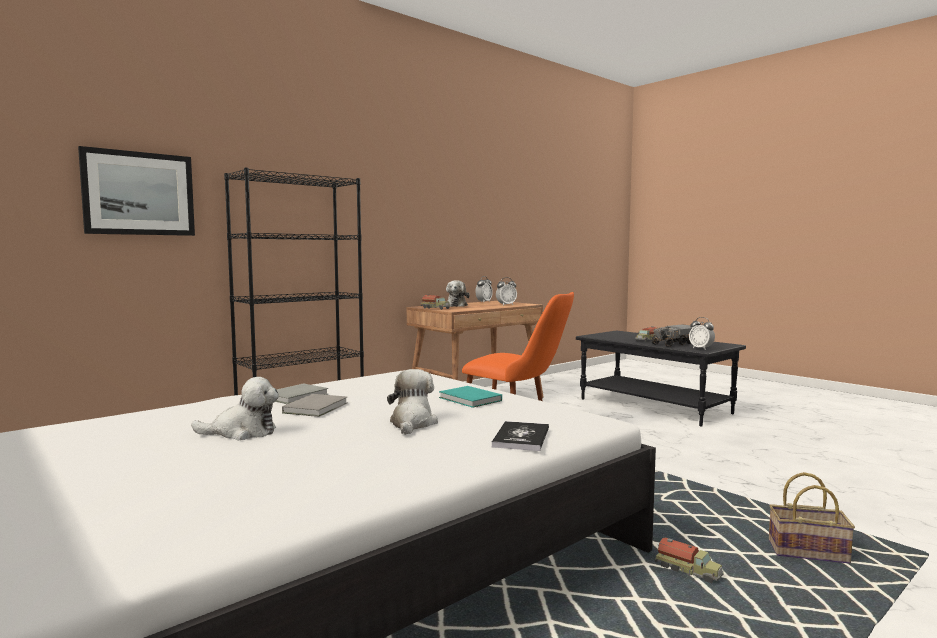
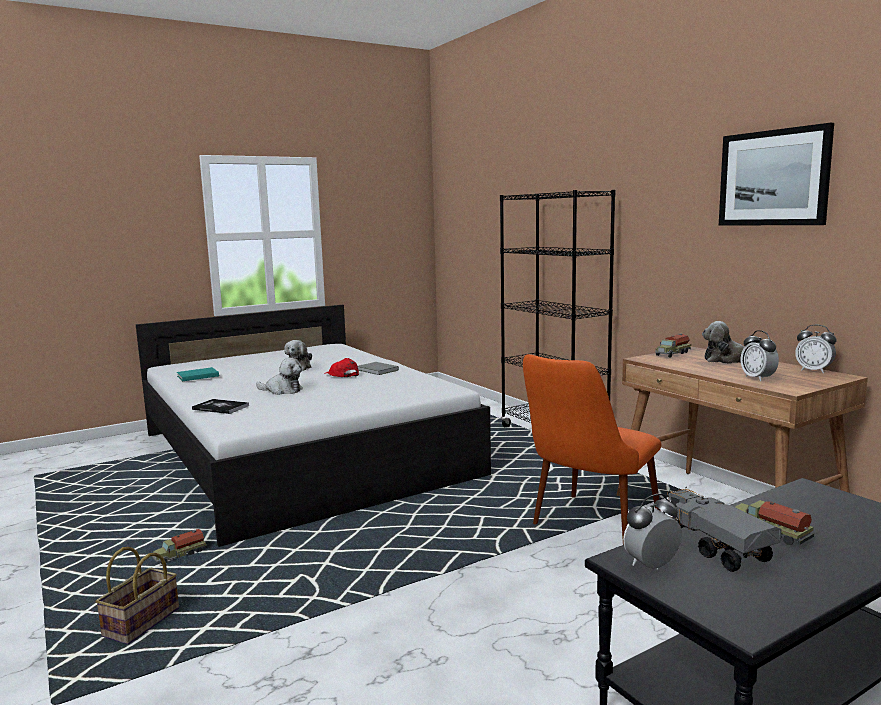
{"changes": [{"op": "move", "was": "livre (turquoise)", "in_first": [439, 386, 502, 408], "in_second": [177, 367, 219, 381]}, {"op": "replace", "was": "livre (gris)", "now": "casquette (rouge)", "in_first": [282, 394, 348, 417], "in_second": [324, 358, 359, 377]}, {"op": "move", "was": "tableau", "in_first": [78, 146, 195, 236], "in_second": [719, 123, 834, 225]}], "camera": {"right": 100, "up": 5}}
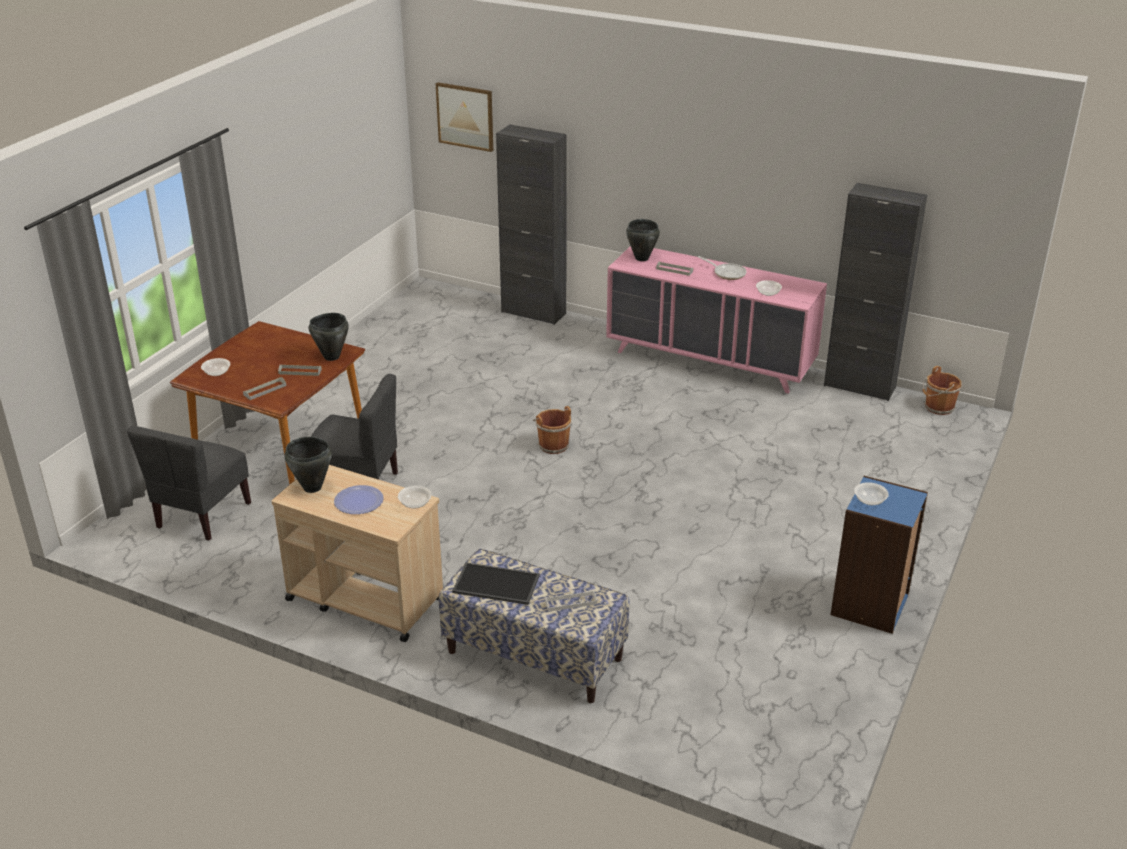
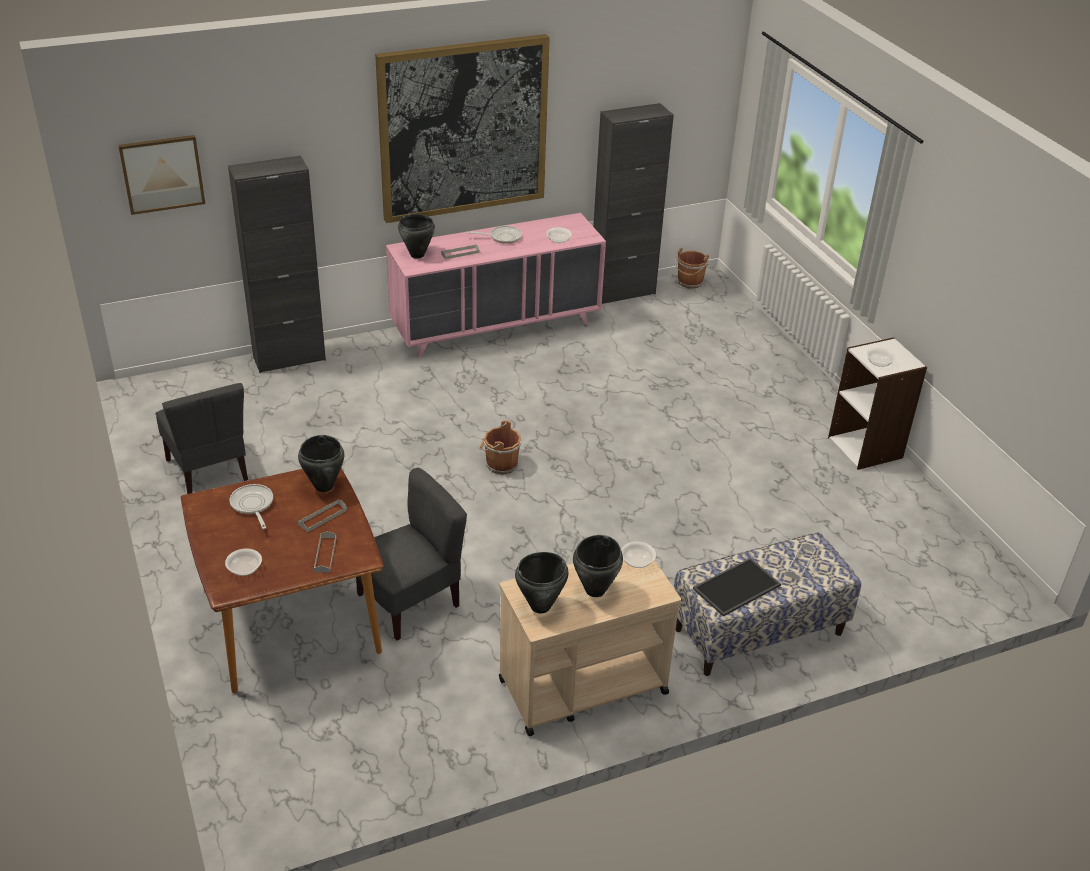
{"changes": [{"op": "move", "was": "chaise (gris)", "in_first": [127, 426, 251, 541], "in_second": [155, 383, 248, 494]}, {"op": "insert", "now": "poêle", "in_second": [229, 484, 273, 529]}, {"op": "insert", "now": "tableau", "in_second": [375, 34, 550, 223]}, {"op": "replace", "was": "assiette", "now": "marmite (noir)", "in_first": [334, 485, 384, 514], "in_second": [573, 535, 623, 597]}, {"op": "recolor", "was": "bibliothèque (bleu)", "now": "bibliothèque (blanc)", "in_first": [830, 476, 928, 634], "in_second": [828, 337, 927, 470]}], "camera": {"right": -50, "up": 5}}
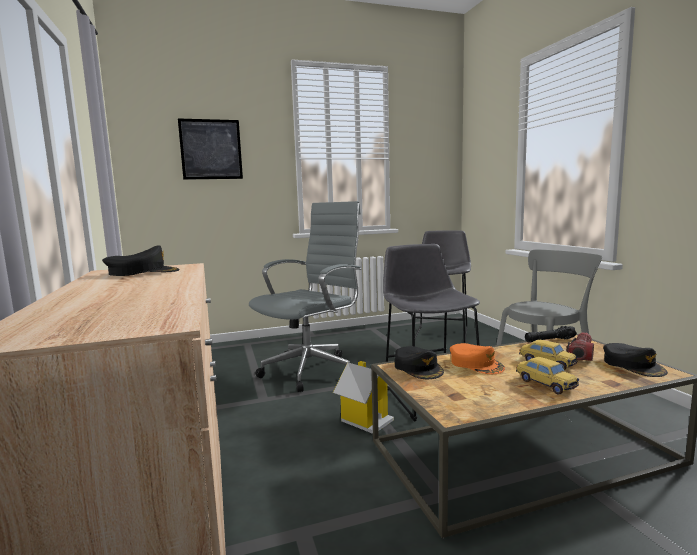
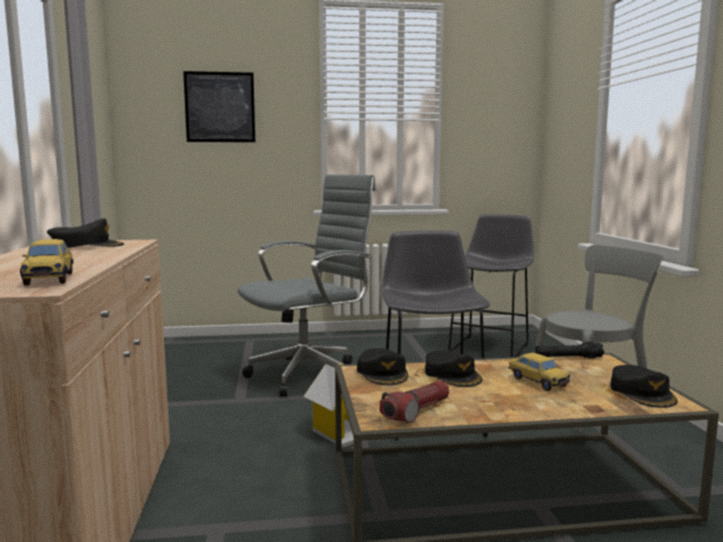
{"changes": [{"op": "move", "was": "petite voiture", "in_first": [516, 357, 579, 395], "in_second": [20, 239, 73, 286]}, {"op": "move", "was": "lampe de poche", "in_first": [567, 332, 594, 361], "in_second": [380, 381, 449, 423]}, {"op": "recolor", "was": "casquette (orange)", "now": "casquette (noir)", "in_first": [450, 343, 505, 374], "in_second": [425, 350, 483, 387]}], "camera": {"right": 10, "up": 0}}
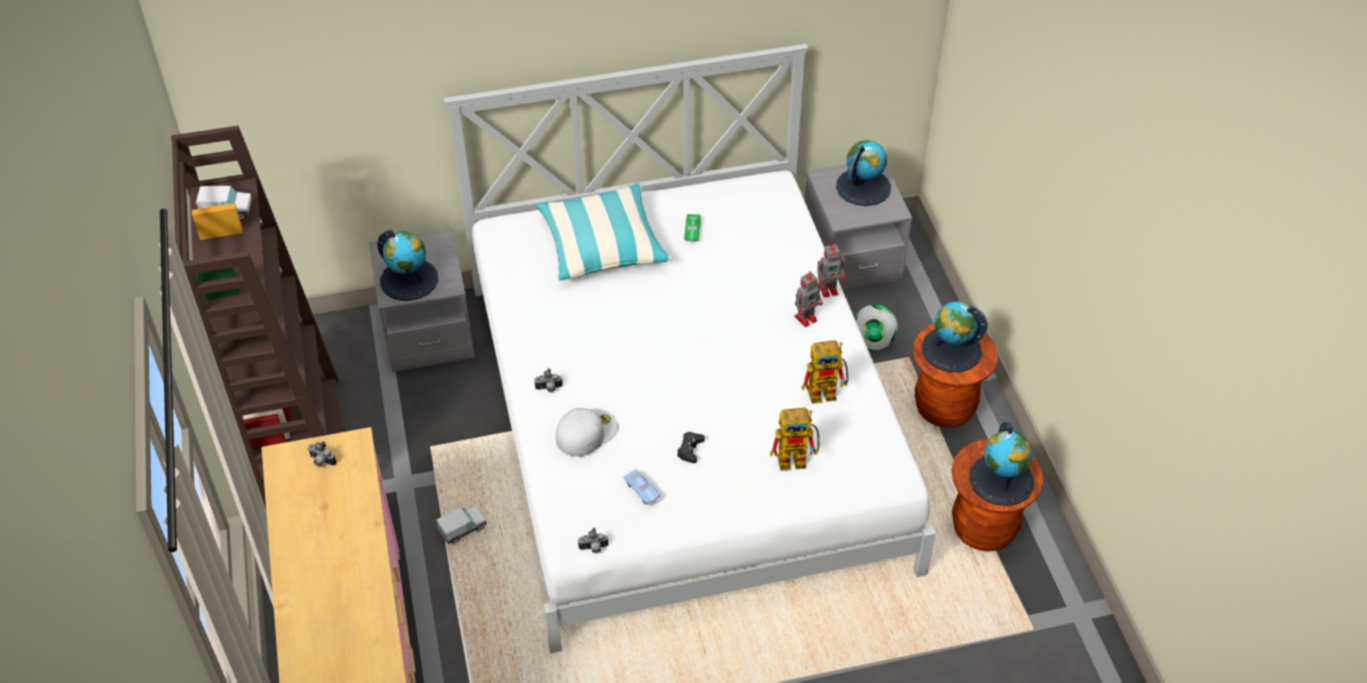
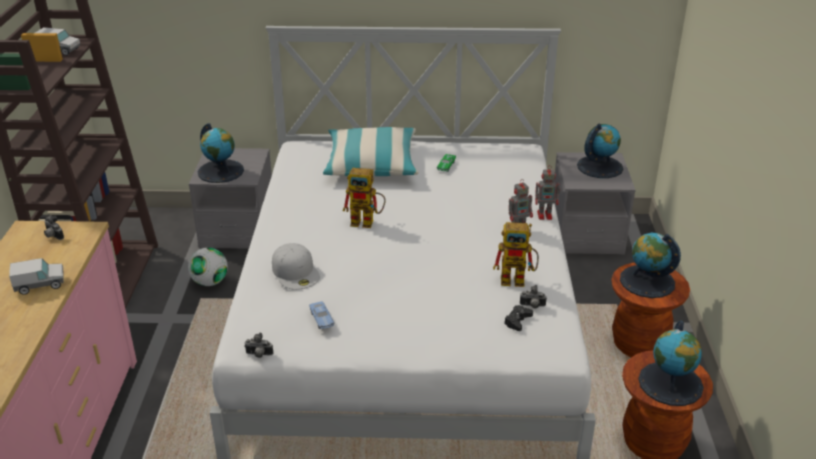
{"changes": [{"op": "move", "was": "camion jouet", "in_first": [436, 506, 486, 544], "in_second": [9, 258, 64, 295]}, {"op": "move", "was": "ballon de foot", "in_first": [854, 305, 898, 350], "in_second": [188, 248, 228, 286]}, {"op": "rotate", "was": "casquette (blanc)", "in_first": [556, 408, 618, 457], "in_second": [272, 243, 320, 290], "clockwise": 90}, {"op": "move", "was": "robot jouet", "in_first": [770, 408, 819, 471], "in_second": [343, 168, 386, 228]}, {"op": "move", "was": "manette (noir)", "in_first": [677, 432, 705, 463], "in_second": [504, 305, 533, 331]}, {"op": "move", "was": "appareil photo", "in_first": [534, 368, 563, 392], "in_second": [520, 285, 547, 309]}], "camera": {"right": 15, "up": -15}}
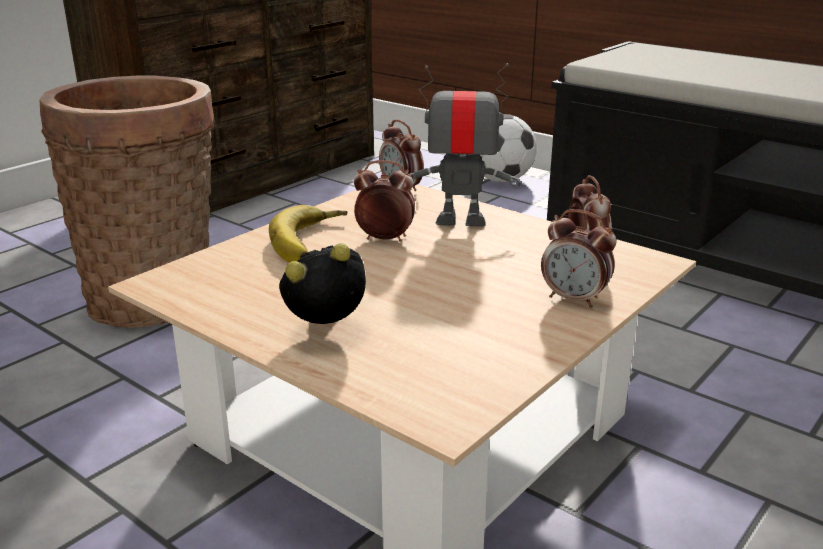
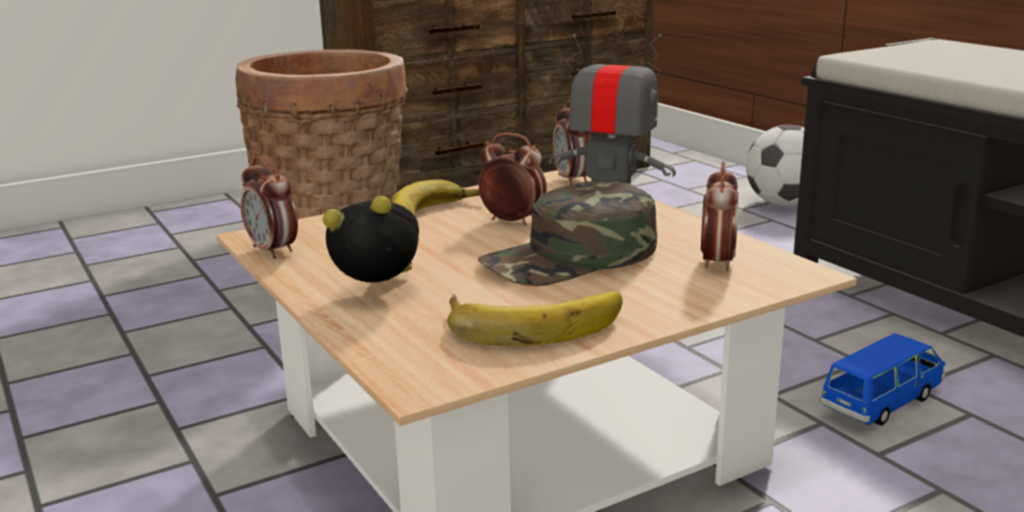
{"changes": [{"op": "move", "was": "réveil", "in_first": [541, 209, 617, 308], "in_second": [240, 156, 298, 259]}, {"op": "insert", "now": "banane", "in_second": [447, 291, 623, 346]}, {"op": "insert", "now": "casquette (vert)", "in_second": [478, 181, 657, 286]}, {"op": "insert", "now": "petite voiture (bleu)", "in_second": [820, 333, 945, 425]}], "camera": {"right": 20, "up": -5}}
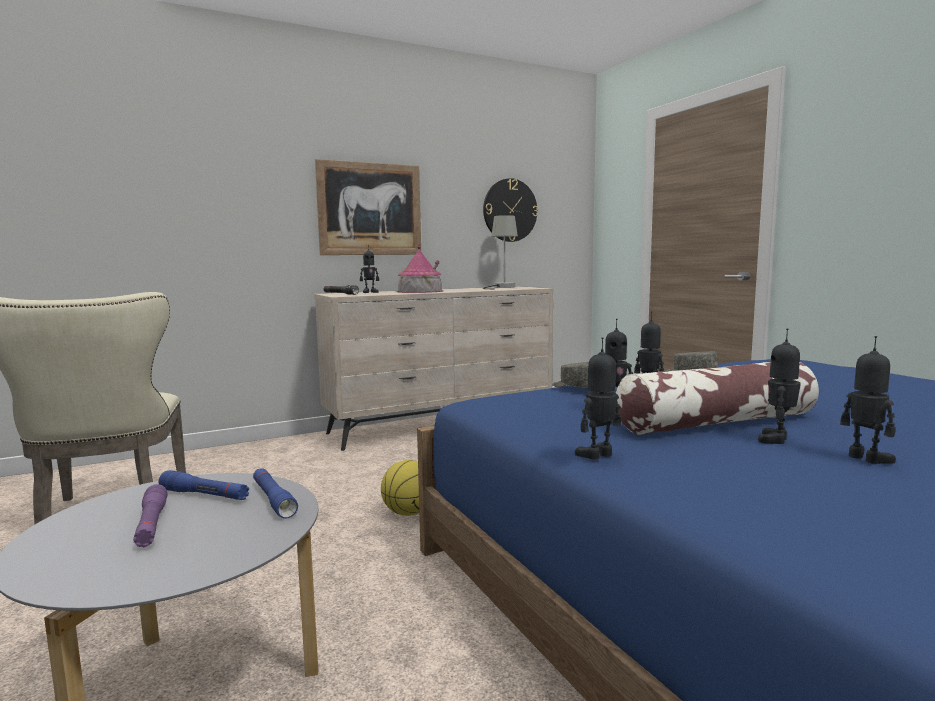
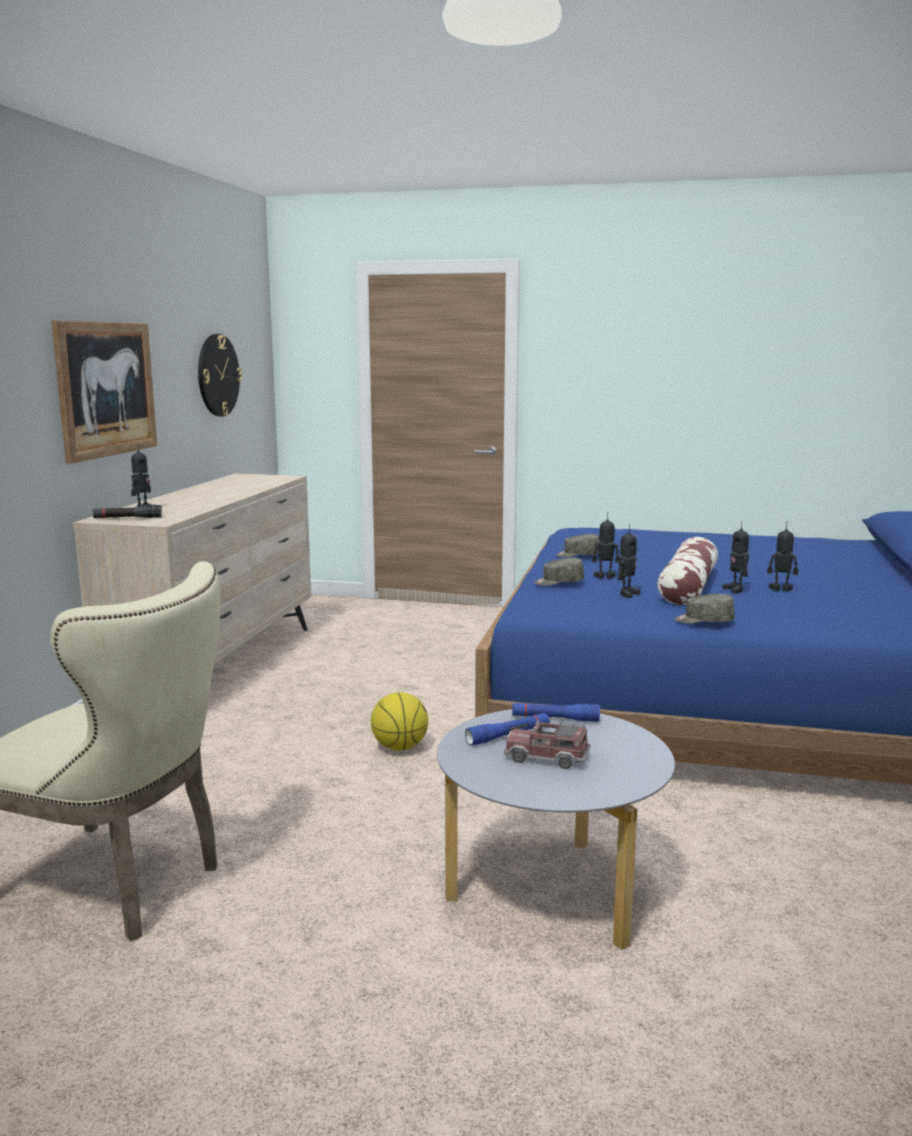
{"changes": [{"op": "replace", "was": "lampe de poche (violet)", "now": "camion jouet", "in_first": [133, 484, 168, 547], "in_second": [504, 720, 591, 769]}, {"op": "replace", "was": "robot jouet", "now": "casquette (gris)", "in_first": [575, 337, 621, 460], "in_second": [675, 594, 735, 624]}, {"op": "delete", "was": "maison miniature", "in_first": [397, 244, 443, 293]}, {"op": "delete", "was": "lampe de table (gris)", "in_first": [483, 215, 518, 289]}], "camera": {"right": -50, "up": 5}}
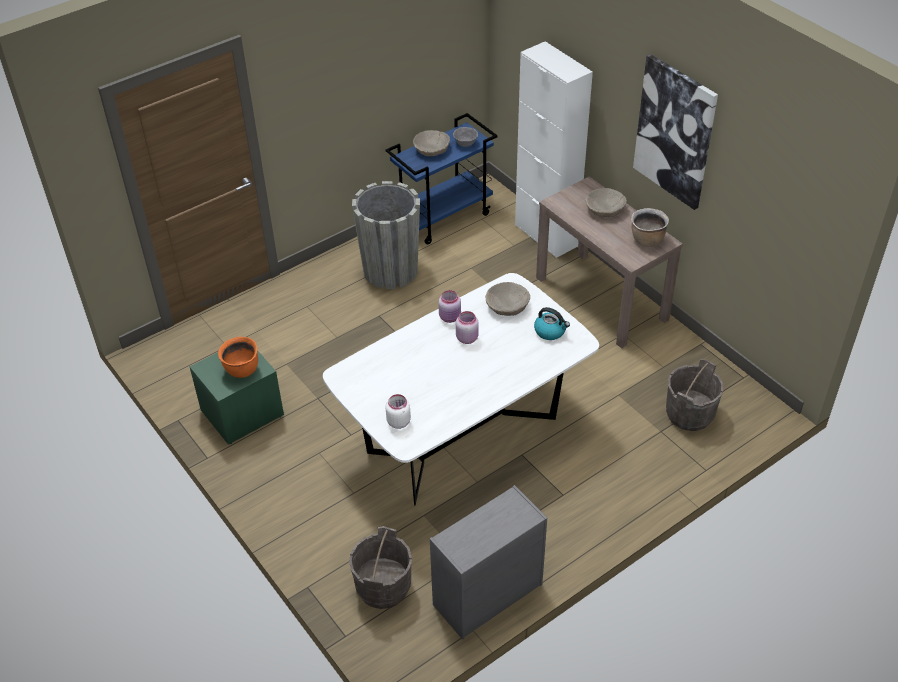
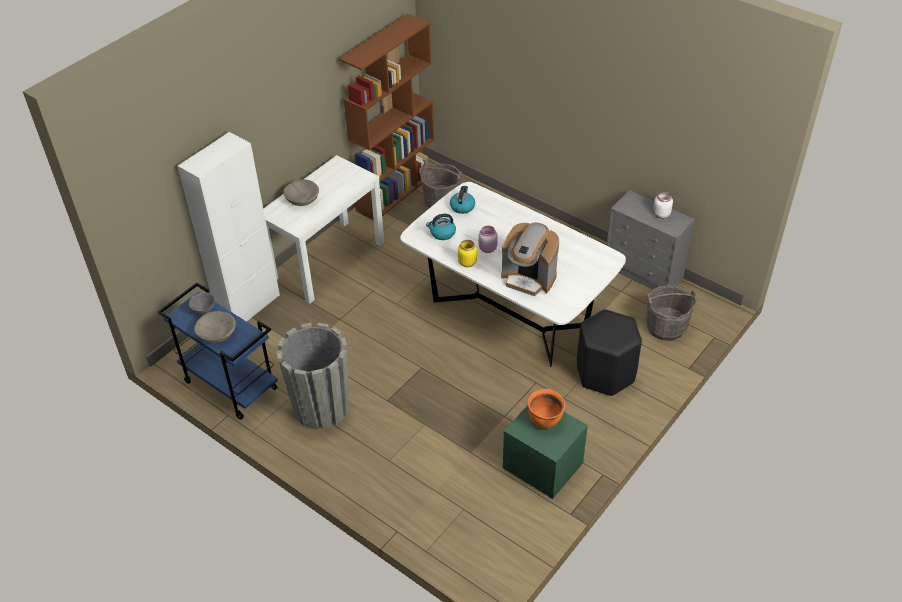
{"changes": [{"op": "recolor", "was": "table console (marron)", "now": "table console (blanc)", "in_first": [536, 177, 683, 348], "in_second": [263, 155, 384, 304]}, {"op": "insert", "now": "bibliothèque (marron)", "in_second": [339, 14, 434, 221]}, {"op": "replace", "was": "bol (beige)", "now": "bouilloire", "in_first": [485, 282, 530, 316], "in_second": [426, 214, 456, 240]}, {"op": "recolor", "was": "bocal (rose)", "now": "bocal (jaune)", "in_first": [438, 290, 461, 323], "in_second": [458, 240, 477, 267]}, {"op": "insert", "now": "machine à café", "in_second": [501, 222, 559, 296]}, {"op": "insert", "now": "tabouret (noir)", "in_second": [577, 309, 642, 396]}, {"op": "move", "was": "bocal (blanc)", "in_first": [385, 394, 411, 429], "in_second": [653, 192, 673, 218]}, {"op": "delete", "was": "marmite (marron)", "in_first": [631, 208, 669, 247]}, {"op": "delete", "was": "tableau", "in_first": [633, 54, 718, 210]}], "camera": {"right": -105, "up": 0}}
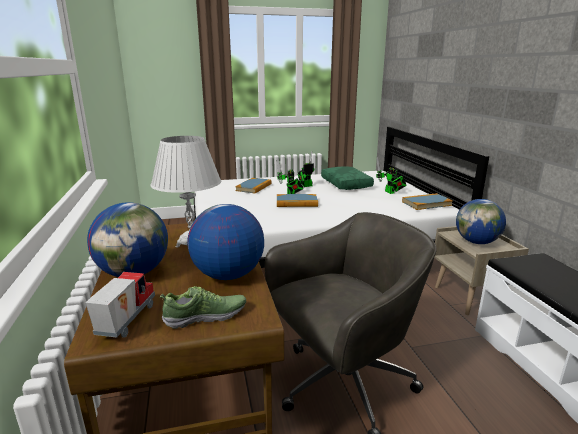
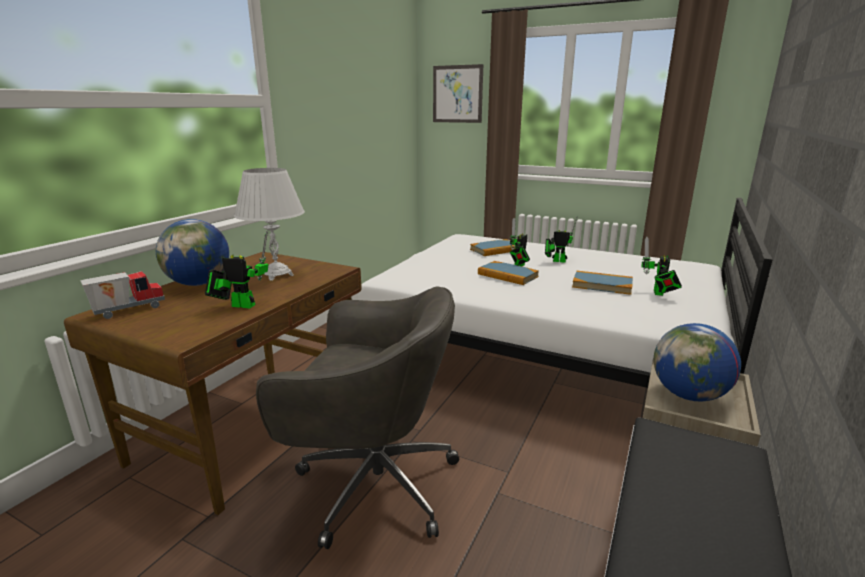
{"changes": [{"op": "replace", "was": "globe", "now": "robot jouet", "in_first": [187, 204, 264, 280], "in_second": [205, 231, 269, 308]}, {"op": "insert", "now": "tableau", "in_second": [433, 64, 483, 123]}, {"op": "move", "was": "livre", "in_first": [402, 193, 453, 210], "in_second": [572, 271, 633, 295]}, {"op": "delete", "was": "chaussure", "in_first": [160, 286, 246, 329]}, {"op": "delete", "was": "coussin (vert)", "in_first": [321, 166, 374, 190]}], "camera": {"right": 40, "up": 0}}
